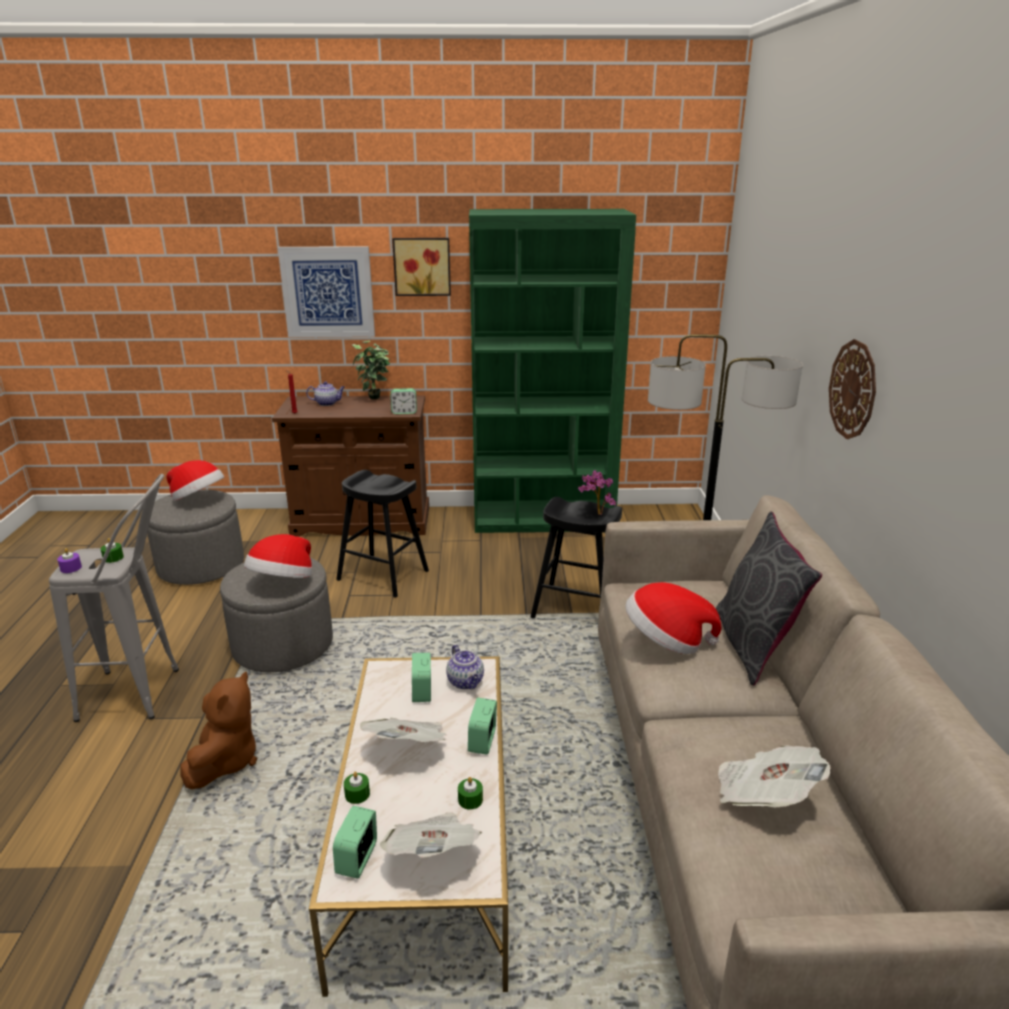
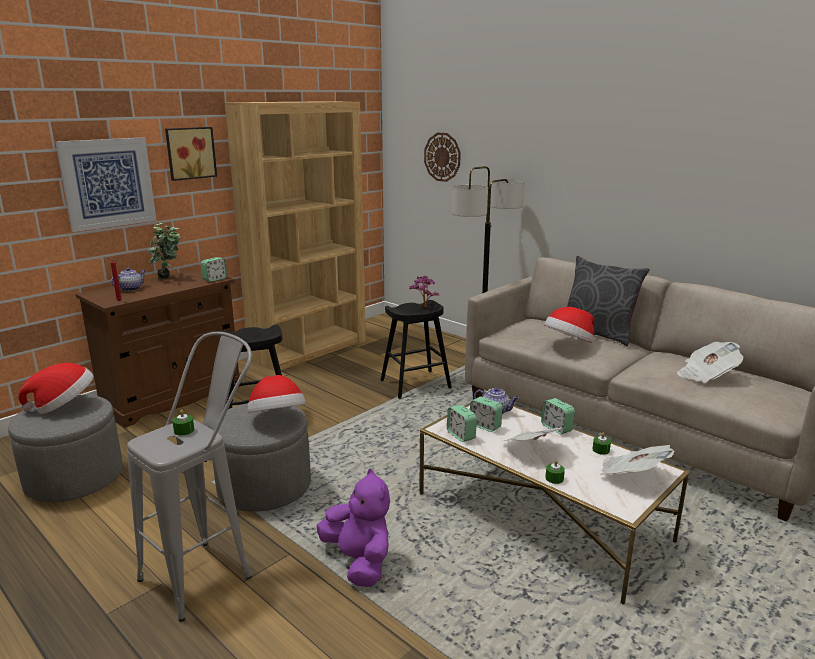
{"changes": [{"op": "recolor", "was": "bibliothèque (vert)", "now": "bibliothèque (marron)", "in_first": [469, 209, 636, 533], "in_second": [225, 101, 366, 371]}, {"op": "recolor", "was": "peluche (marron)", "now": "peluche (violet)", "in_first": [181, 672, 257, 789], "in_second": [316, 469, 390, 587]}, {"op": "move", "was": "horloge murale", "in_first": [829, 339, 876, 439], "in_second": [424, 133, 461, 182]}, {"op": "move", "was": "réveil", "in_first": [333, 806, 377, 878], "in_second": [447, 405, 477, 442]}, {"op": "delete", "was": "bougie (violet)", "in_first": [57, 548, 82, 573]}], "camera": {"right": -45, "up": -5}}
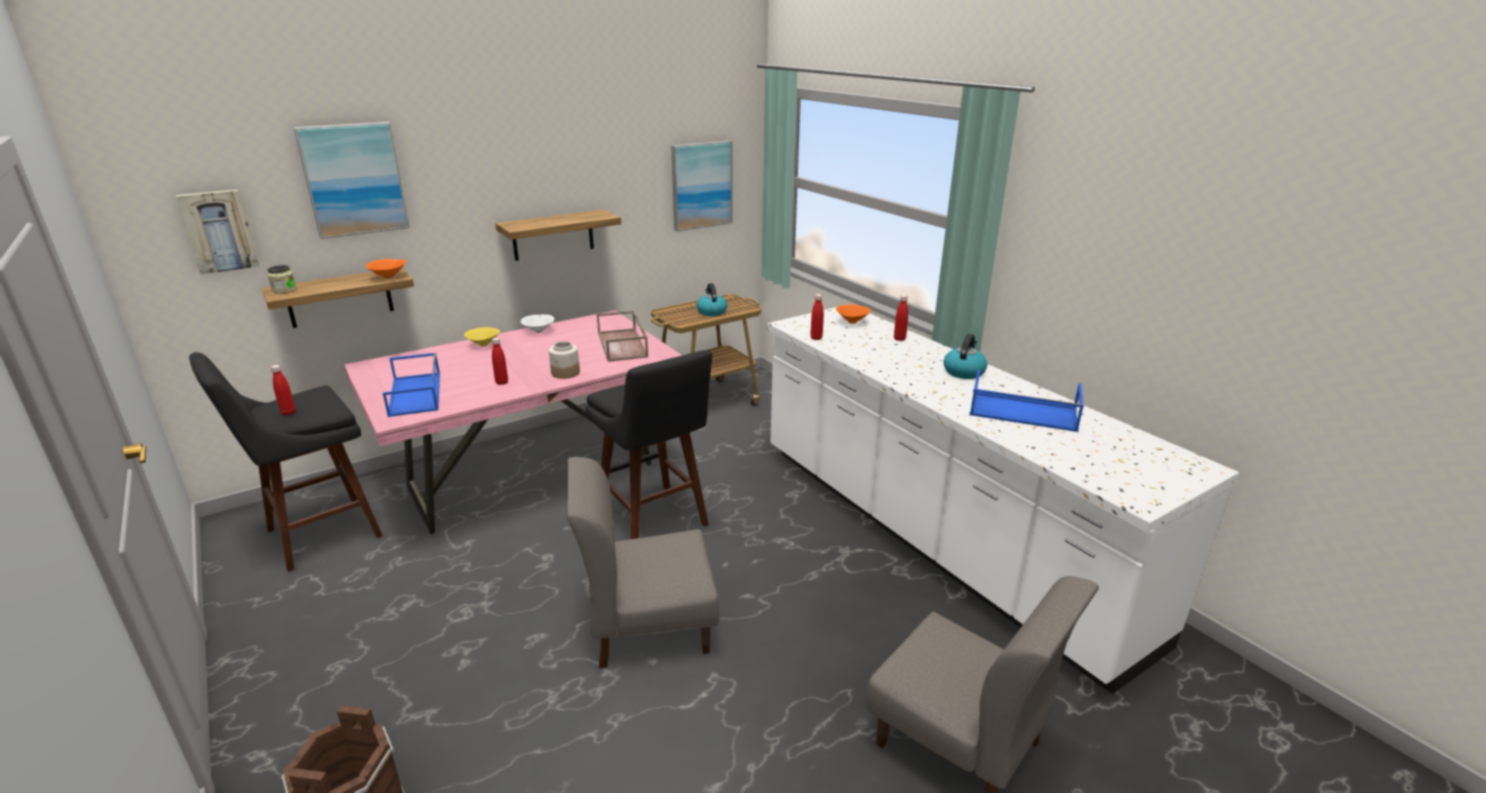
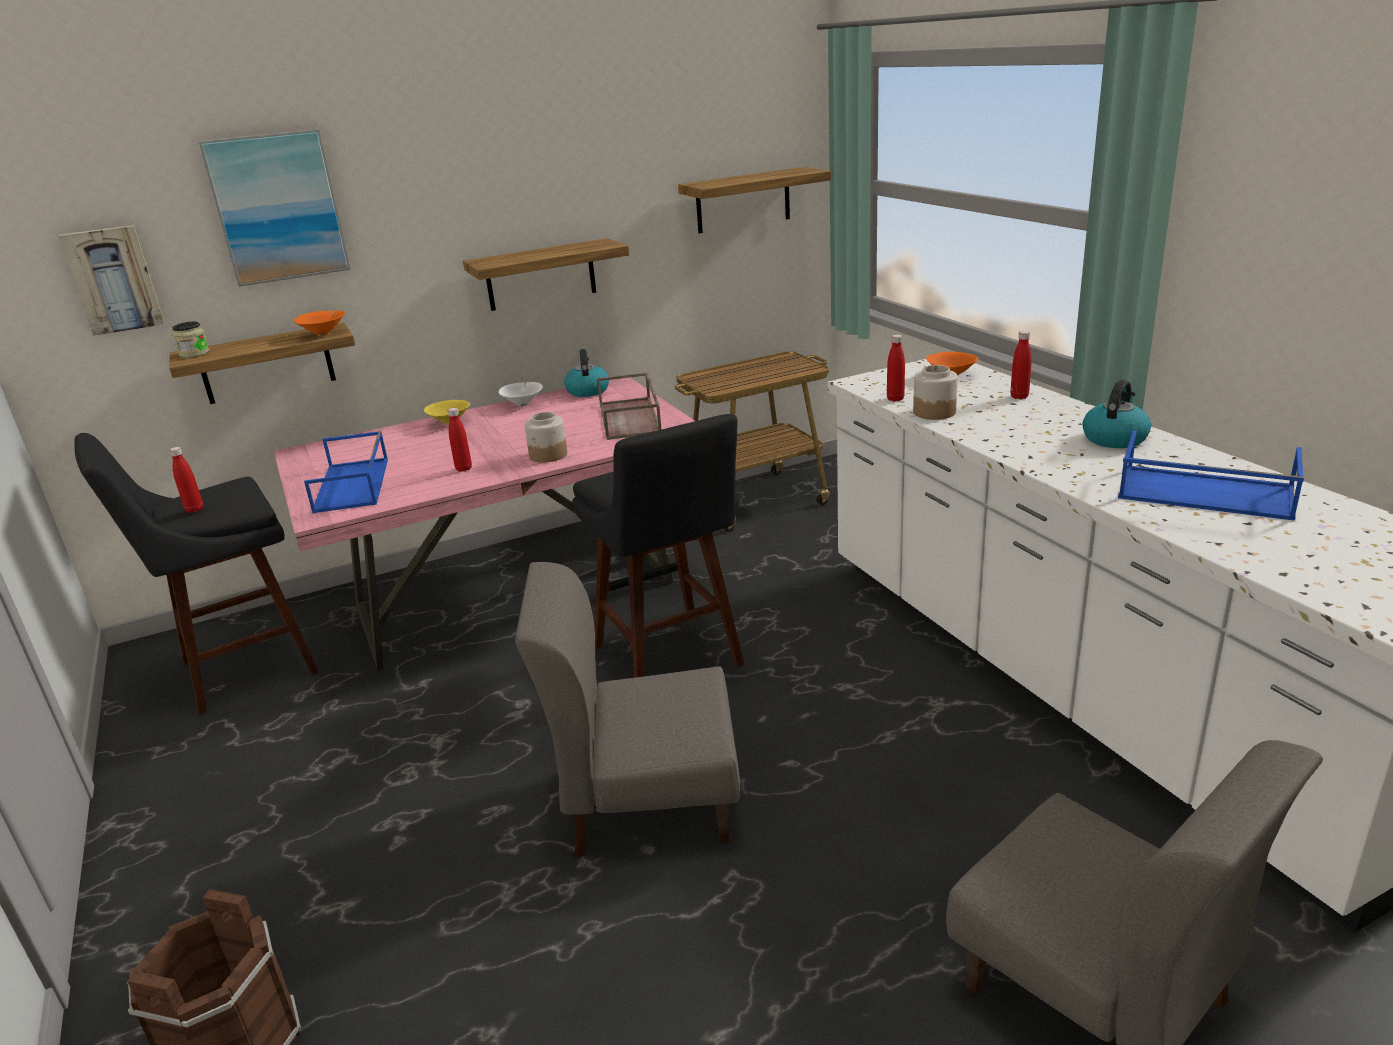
{"changes": [{"op": "move", "was": "bouilloire", "in_first": [697, 283, 727, 316], "in_second": [564, 349, 609, 397]}, {"op": "replace", "was": "tableau", "now": "étagère", "in_first": [671, 141, 732, 231], "in_second": [678, 167, 831, 233]}, {"op": "insert", "now": "bocal", "in_second": [913, 365, 958, 420]}], "camera": {"right": 10, "up": 0}}
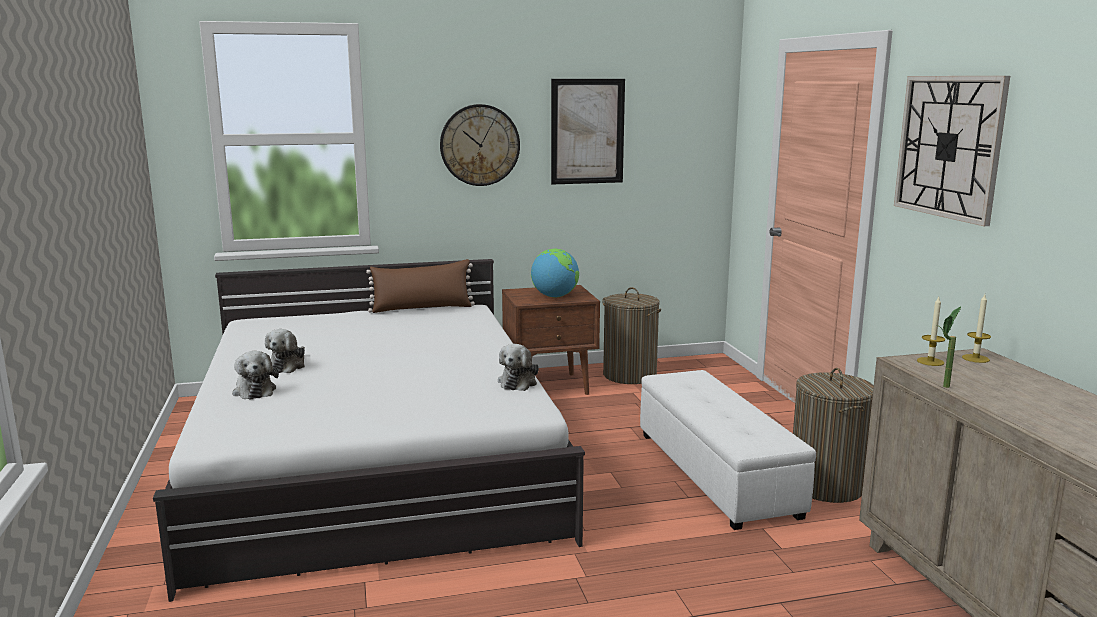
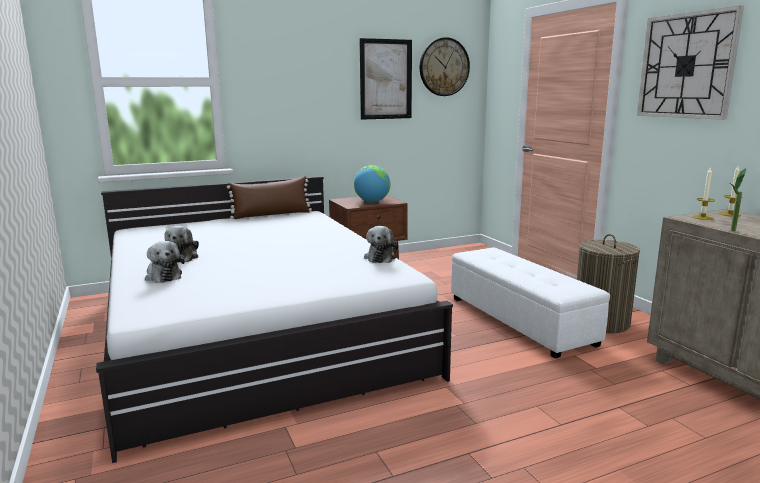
{"changes": [{"op": "move", "was": "horloge murale", "in_first": [440, 104, 520, 186], "in_second": [420, 37, 470, 96]}, {"op": "delete", "was": "panier à linge", "in_first": [602, 287, 661, 384]}], "camera": {"right": -10, "up": 0}}
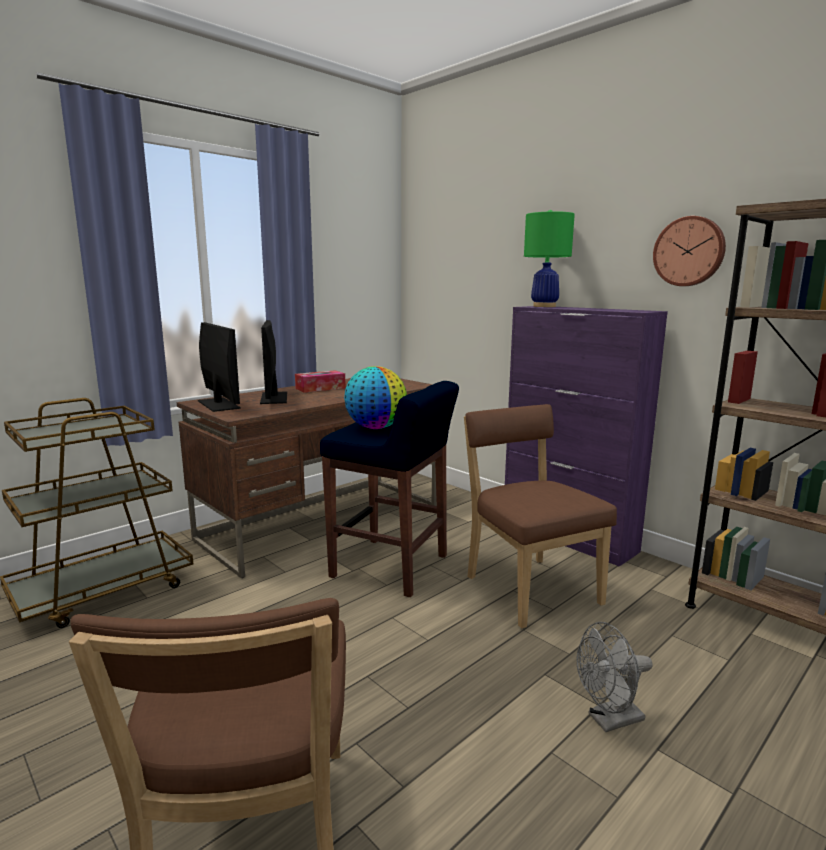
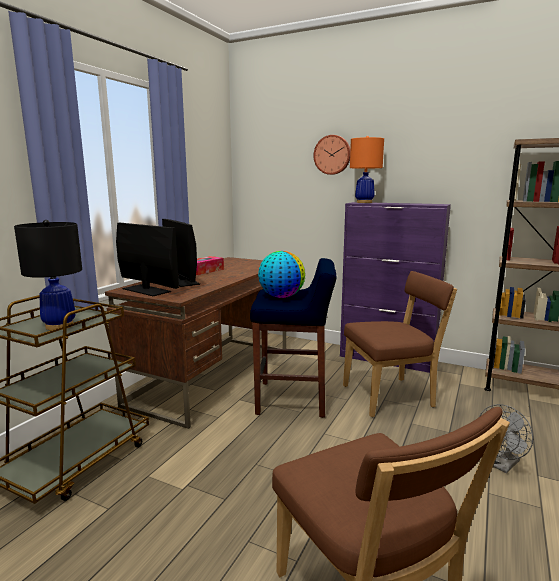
{"changes": [{"op": "insert", "now": "lampe de table (noir)", "in_second": [14, 220, 82, 330]}, {"op": "move", "was": "horloge murale", "in_first": [653, 216, 726, 286], "in_second": [314, 135, 350, 175]}, {"op": "rotate", "was": "chaise (marron)", "in_first": [464, 404, 617, 628], "in_second": [343, 271, 457, 417], "clockwise": 120}, {"op": "recolor", "was": "lampe de table (vert)", "now": "lampe de table (orange)", "in_first": [524, 210, 575, 307], "in_second": [350, 136, 384, 203]}], "camera": {"right": -20, "up": 0}}
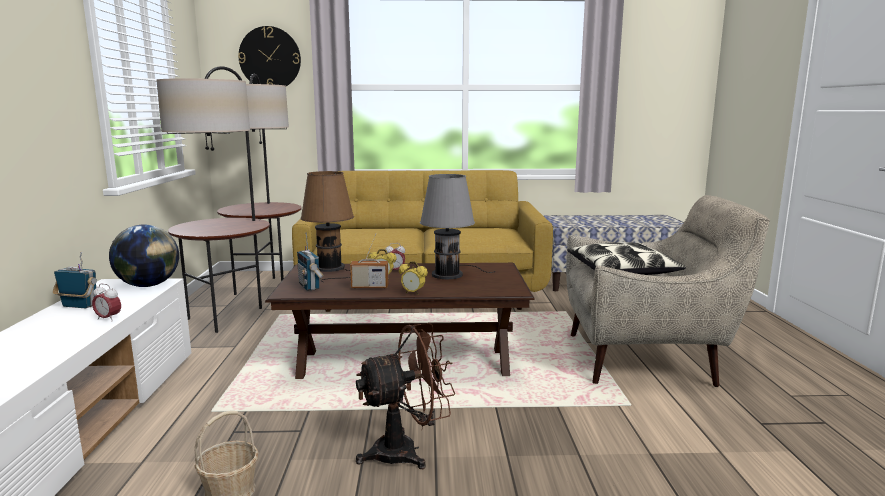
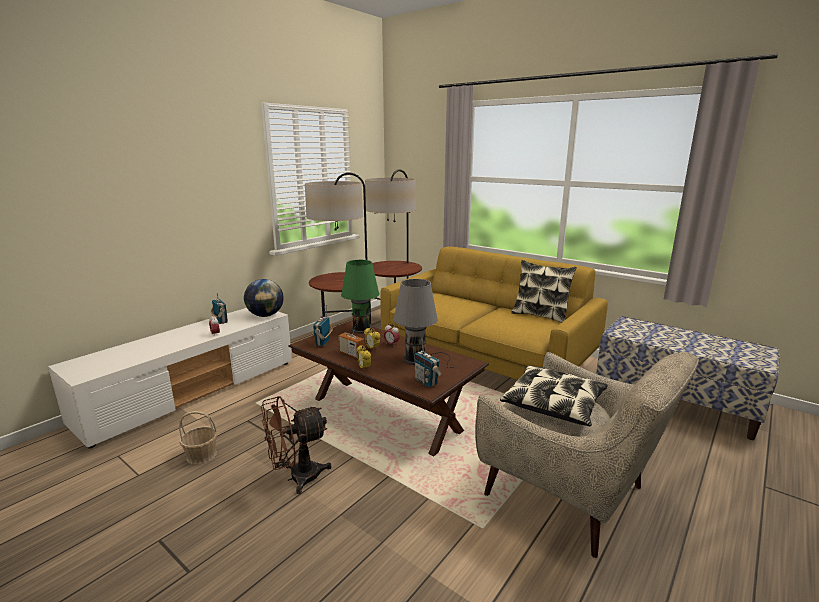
{"changes": [{"op": "rotate", "was": "ventilateur (marron)", "in_first": [356, 323, 455, 469], "in_second": [261, 396, 332, 494], "clockwise": 135}, {"op": "recolor", "was": "lampe de table (marron)", "now": "lampe de table (vert)", "in_first": [300, 171, 354, 282], "in_second": [336, 260, 380, 341]}, {"op": "insert", "now": "radio", "in_second": [414, 339, 442, 387]}, {"op": "insert", "now": "coussin", "in_second": [511, 260, 577, 322]}, {"op": "delete", "was": "horloge murale", "in_first": [238, 26, 301, 86]}], "camera": {"right": 40, "up": 5}}
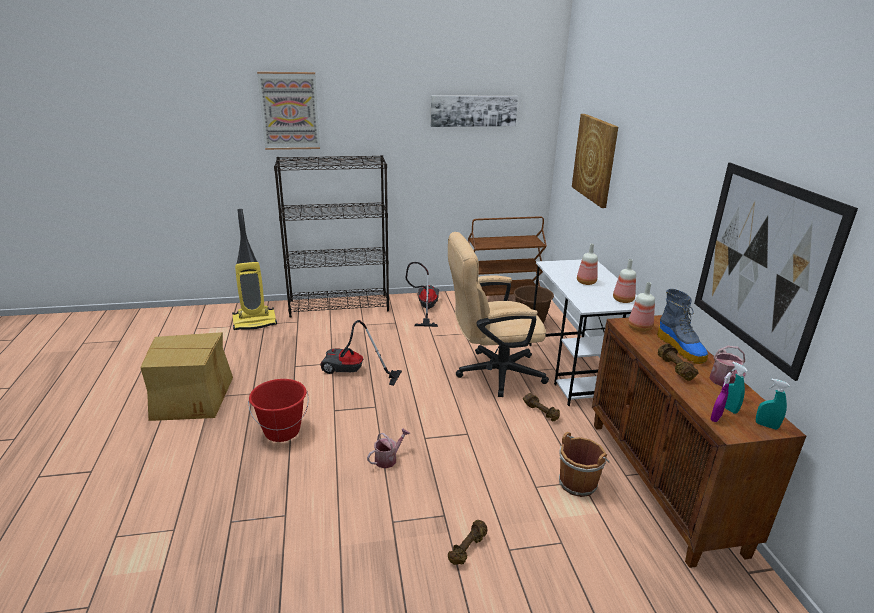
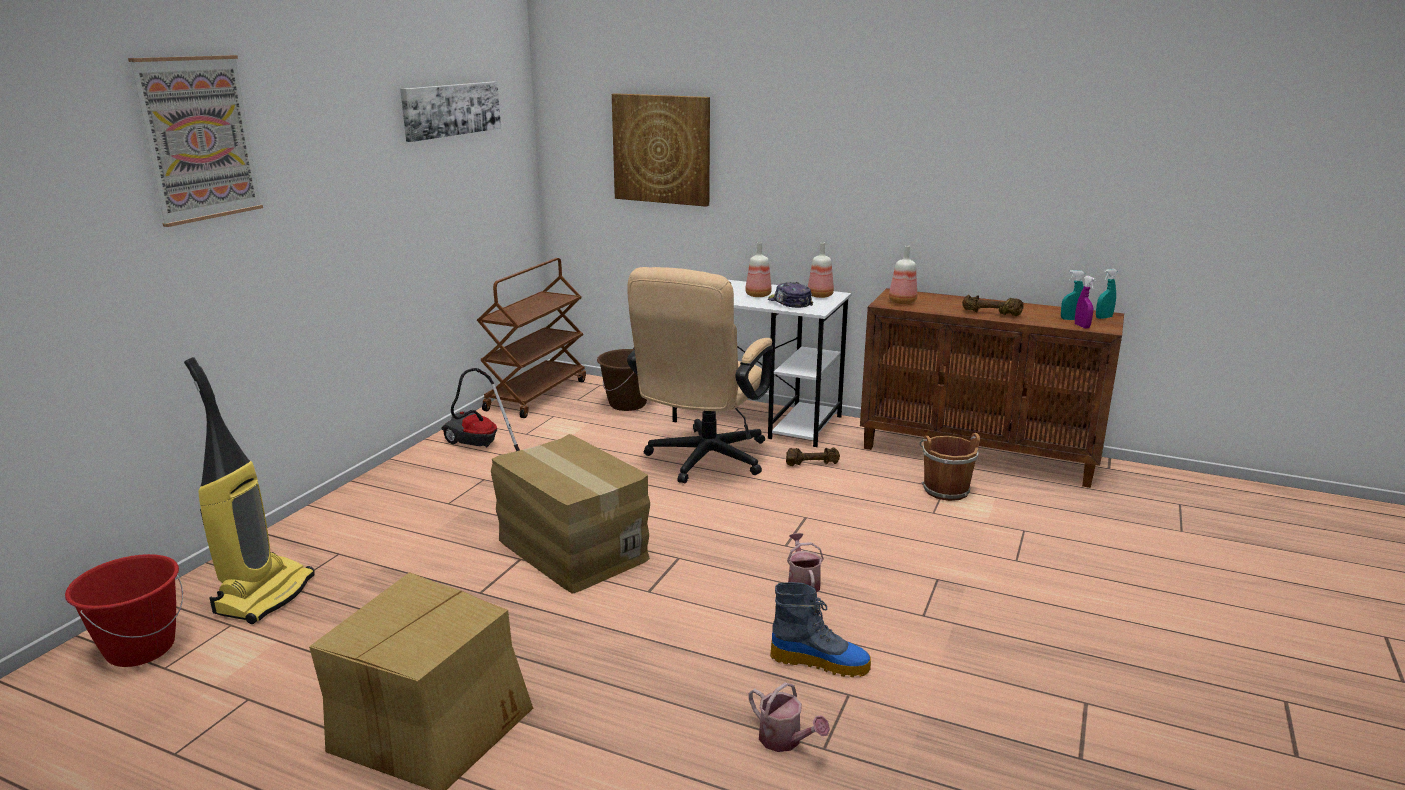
{"changes": [{"op": "move", "was": "seau (rouge)", "in_first": [248, 379, 309, 442], "in_second": [65, 554, 183, 667]}, {"op": "replace", "was": "aspirateur", "now": "carton", "in_first": [320, 320, 402, 386], "in_second": [491, 434, 650, 594]}, {"op": "move", "was": "arrosoir", "in_first": [709, 346, 746, 386], "in_second": [749, 682, 830, 752]}, {"op": "insert", "now": "casquette", "in_second": [768, 282, 813, 308]}, {"op": "move", "was": "botte", "in_first": [657, 289, 708, 364], "in_second": [770, 582, 871, 677]}, {"op": "delete", "was": "bibliothèque (noir)", "in_first": [274, 155, 389, 317]}, {"op": "delete", "was": "haltère (marron)", "in_first": [448, 520, 488, 565]}, {"op": "delete", "was": "tableau", "in_first": [694, 162, 858, 381]}], "camera": {"right": -55, "up": -5}}
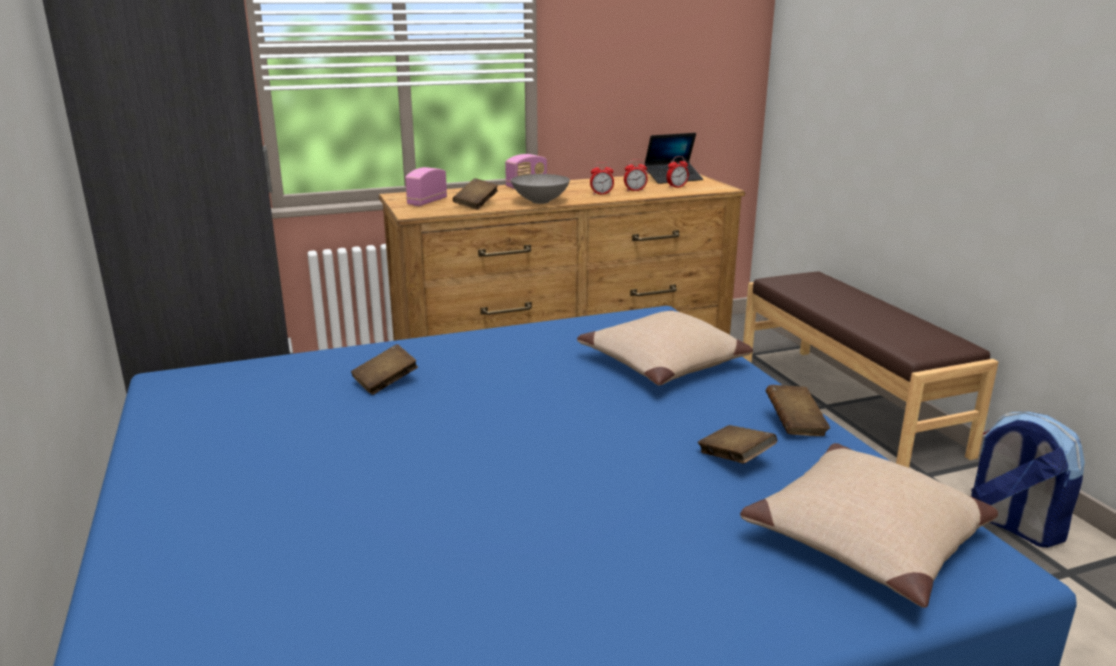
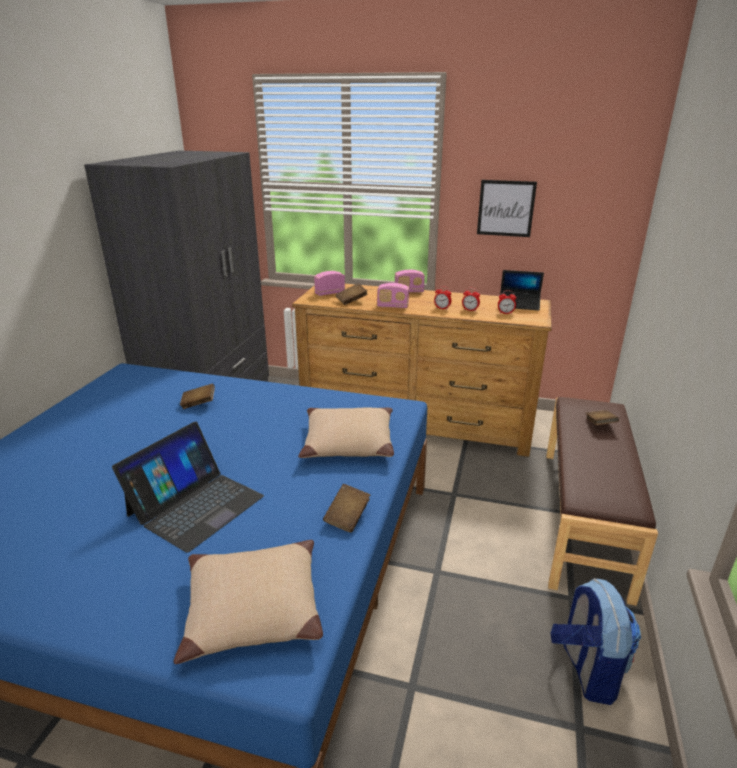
{"changes": [{"op": "insert", "now": "ordinateur portable", "in_second": [112, 422, 264, 553]}, {"op": "replace", "was": "bol (gris)", "now": "radio", "in_first": [511, 174, 570, 204], "in_second": [377, 283, 409, 308]}, {"op": "insert", "now": "tableau", "in_second": [477, 180, 537, 237]}, {"op": "move", "was": "livre (marron)", "in_first": [697, 425, 777, 464], "in_second": [586, 410, 619, 425]}], "camera": {"right": 35, "up": 5}}
